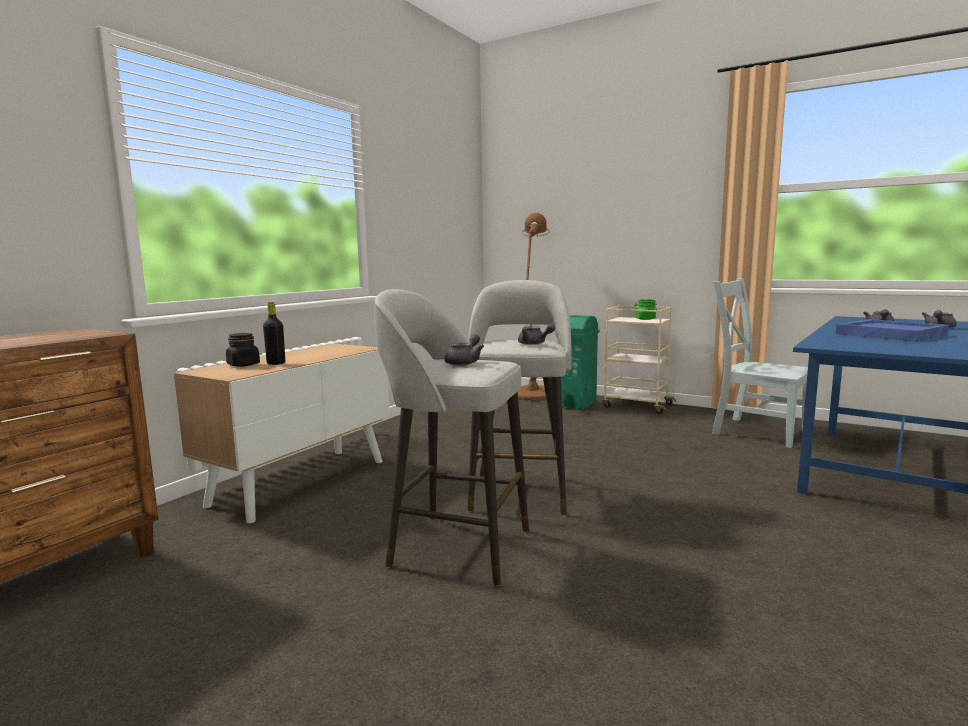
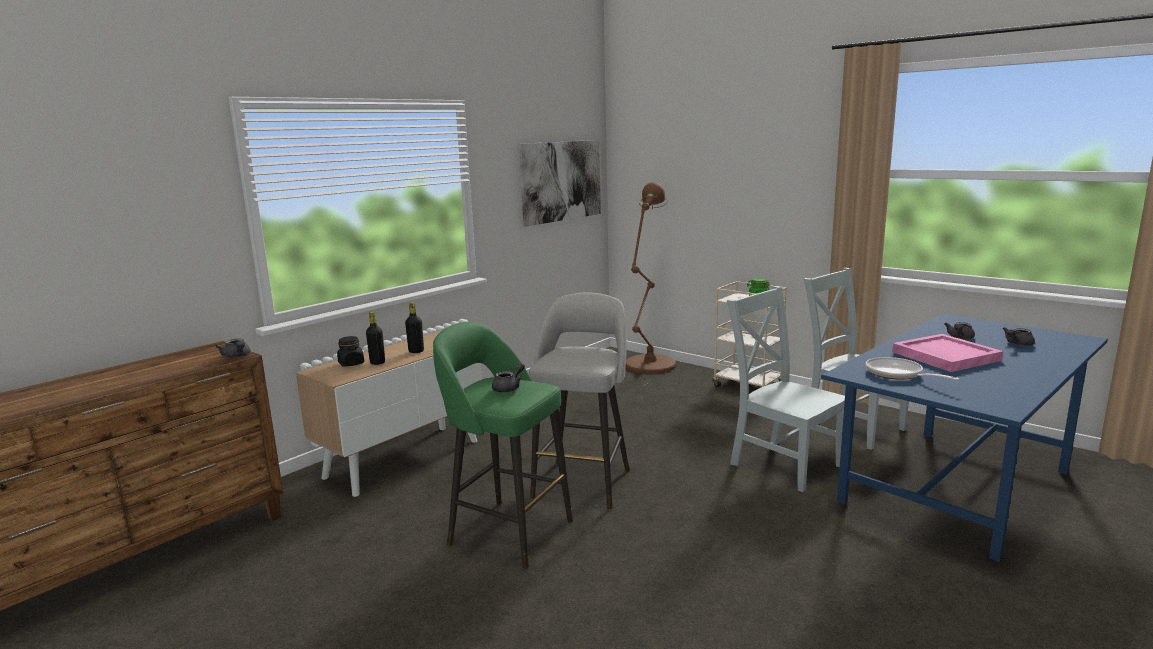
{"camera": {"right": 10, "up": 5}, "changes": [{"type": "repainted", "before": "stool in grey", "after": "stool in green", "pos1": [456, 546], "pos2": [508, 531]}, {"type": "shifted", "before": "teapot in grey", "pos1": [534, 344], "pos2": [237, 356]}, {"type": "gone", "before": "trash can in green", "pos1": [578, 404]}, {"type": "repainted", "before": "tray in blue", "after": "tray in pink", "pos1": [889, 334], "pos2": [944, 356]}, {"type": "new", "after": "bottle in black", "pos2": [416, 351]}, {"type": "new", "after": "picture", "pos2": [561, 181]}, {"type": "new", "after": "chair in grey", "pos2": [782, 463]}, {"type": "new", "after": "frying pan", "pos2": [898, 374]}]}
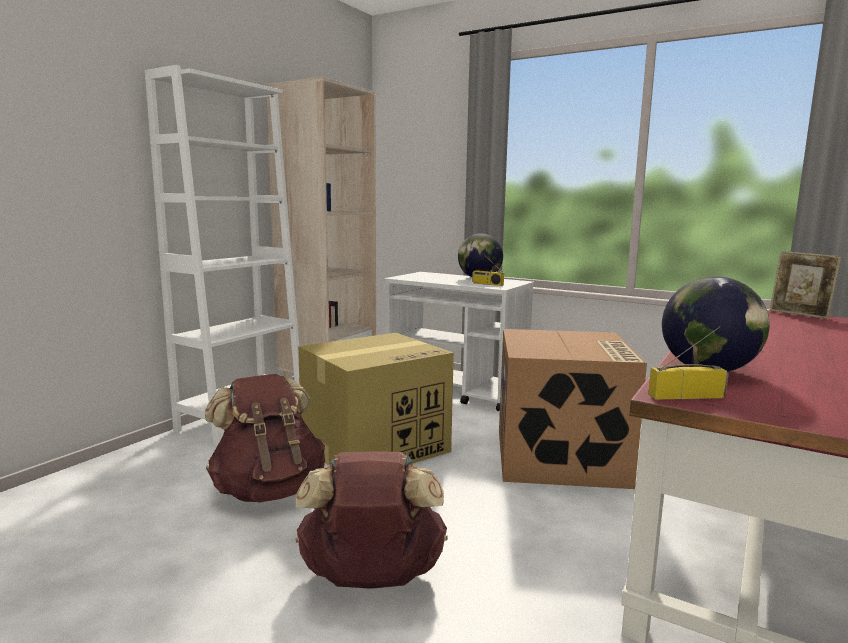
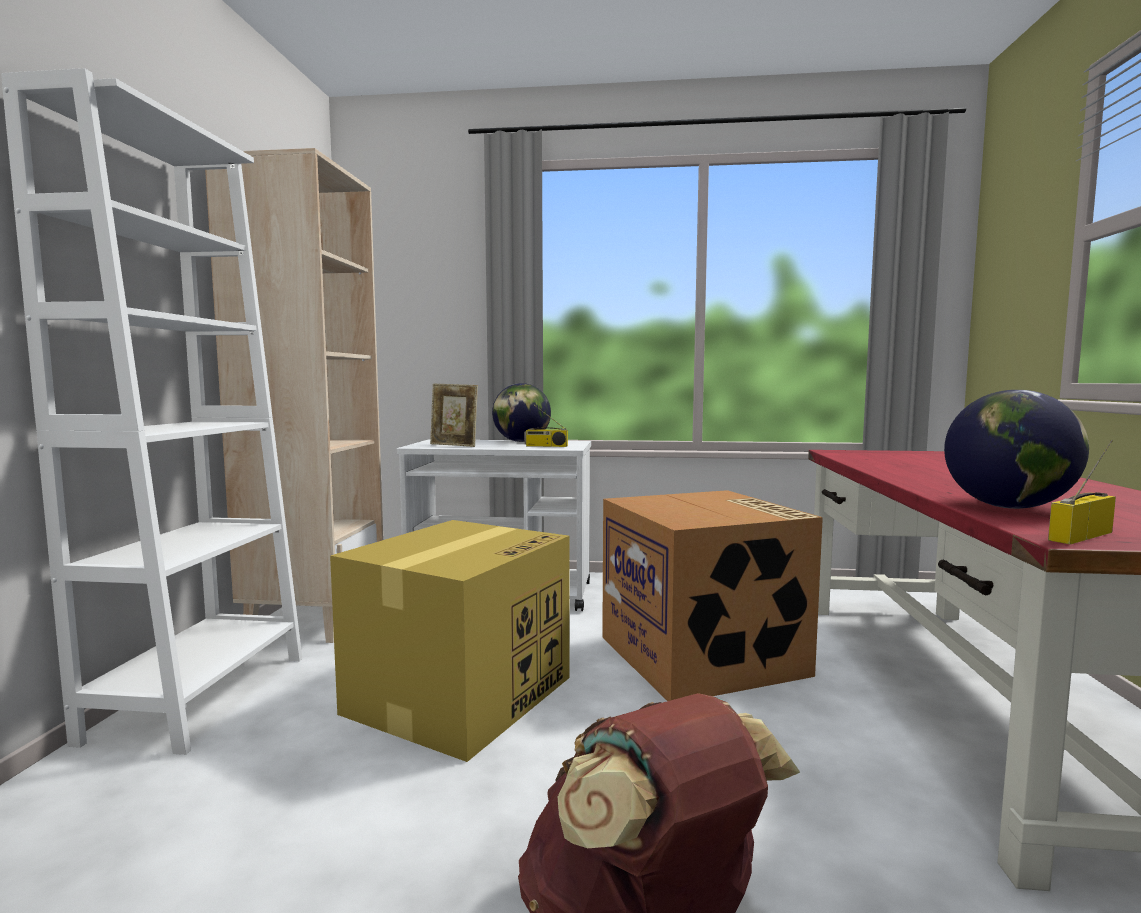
{"camera": {"right": -25, "up": -5}, "changes": [{"type": "gone", "before": "backpack in brown", "pos1": [268, 489]}, {"type": "shifted", "before": "picture frame", "pos1": [799, 314], "pos2": [454, 445]}]}
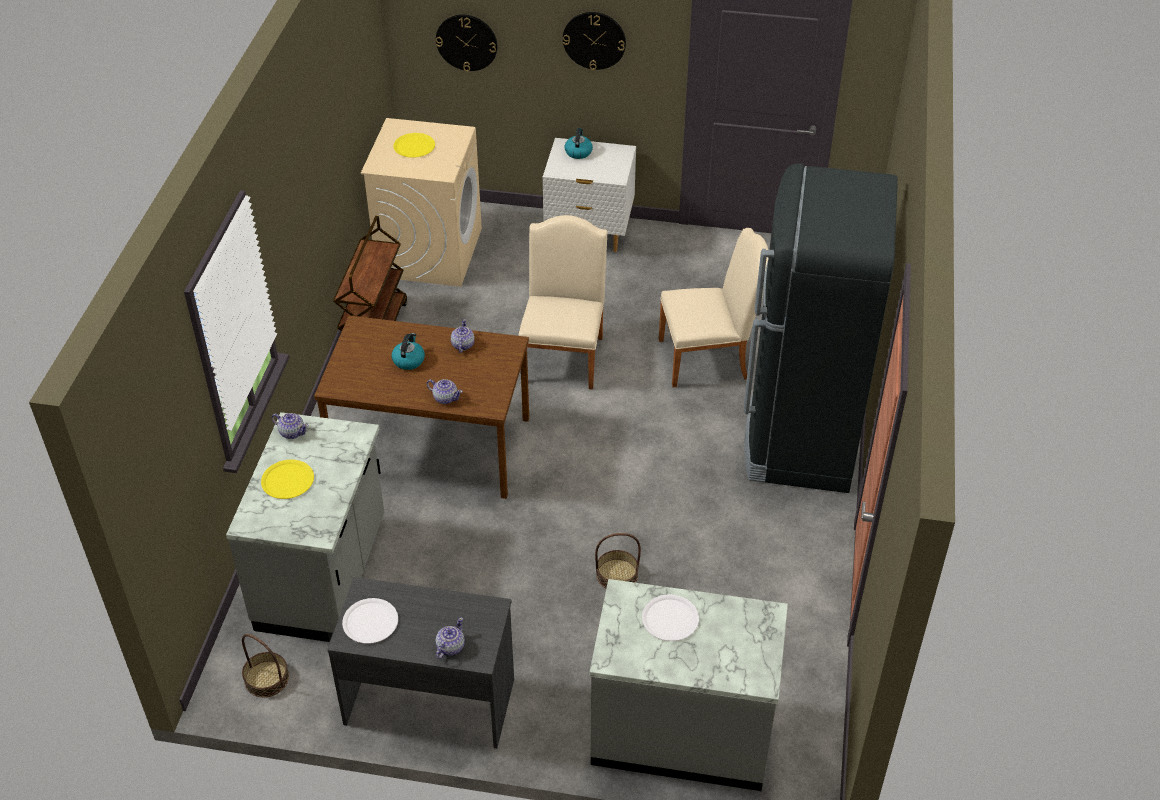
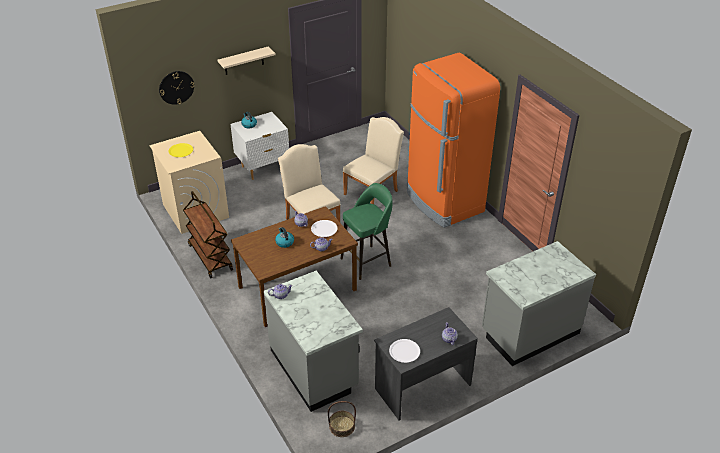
{"camera": {"right": -40, "up": -5}, "changes": [{"type": "gone", "before": "plate in yellow", "pos1": [287, 480]}, {"type": "swapped", "before": "wall clock", "after": "shelf in beige", "pos1": [594, 40], "pos2": [244, 61]}, {"type": "gone", "before": "basket", "pos1": [617, 575]}, {"type": "shifted", "before": "plate in white", "pos1": [670, 618], "pos2": [324, 229]}, {"type": "repainted", "before": "fridge in black", "after": "fridge in orange", "pos1": [800, 439], "pos2": [444, 202]}, {"type": "new", "after": "stool in green", "pos2": [367, 262]}]}
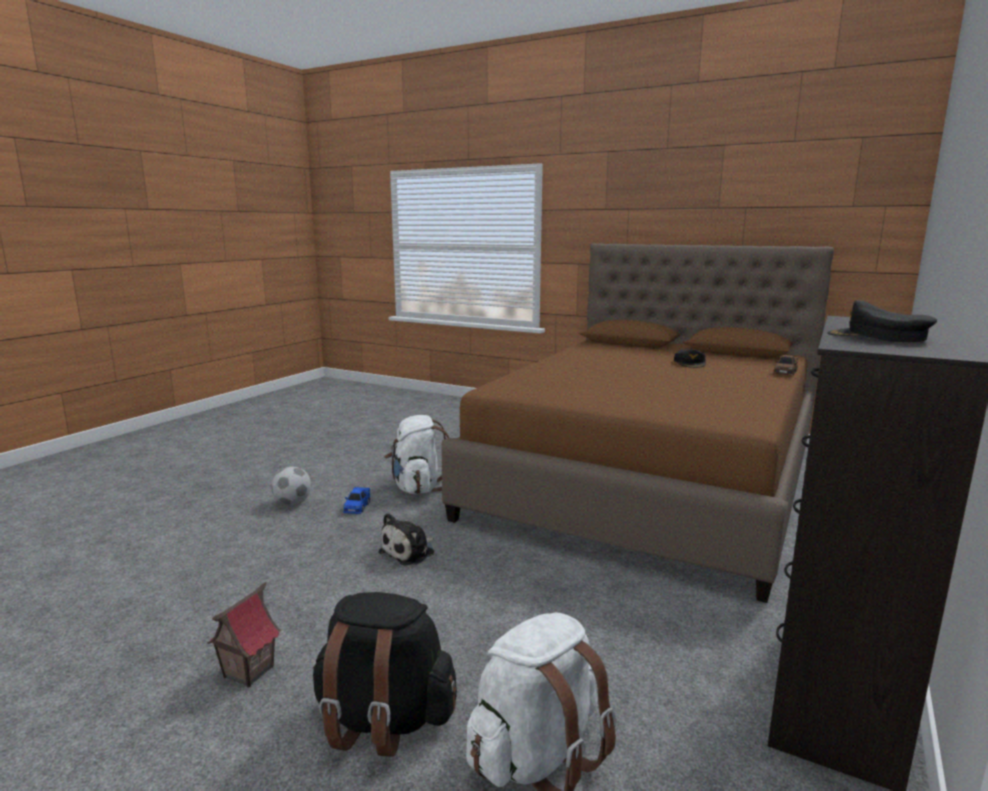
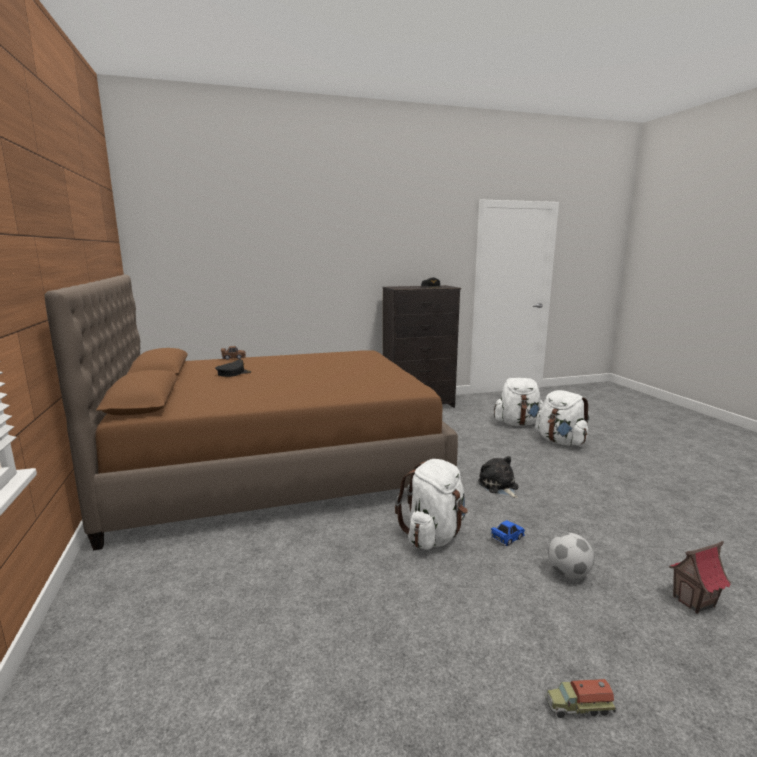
{"camera": {"right": -135, "up": 0}, "changes": [{"type": "shifted", "before": "toy house", "pos1": [248, 671], "pos2": [694, 601]}, {"type": "repainted", "before": "backpack in black", "after": "backpack in white", "pos1": [384, 720], "pos2": [560, 441]}, {"type": "rotated", "before": "plush toy", "pos1": [410, 552], "pos2": [499, 486], "turn": -105}, {"type": "new", "after": "toy truck", "pos2": [578, 706]}]}
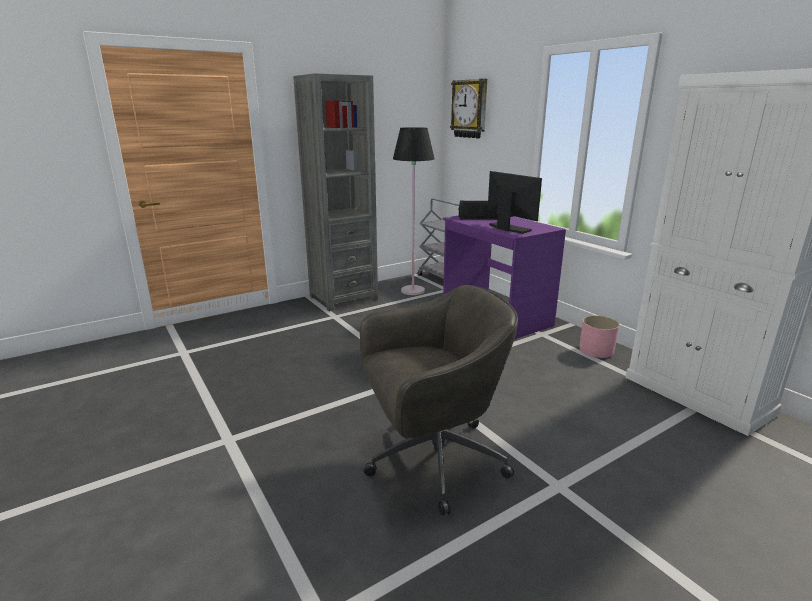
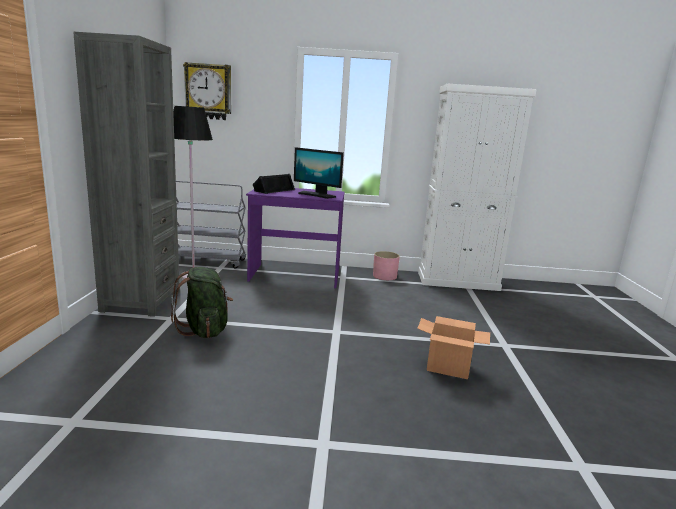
{"camera": {"right": -55, "up": -5}, "changes": [{"type": "swapped", "before": "office chair in grey", "after": "cardboard box", "pos1": [432, 461], "pos2": [448, 368]}, {"type": "rotated", "before": "monitor", "pos1": [509, 228], "pos2": [317, 195], "turn": -150}, {"type": "new", "after": "backpack in green", "pos2": [204, 330]}]}
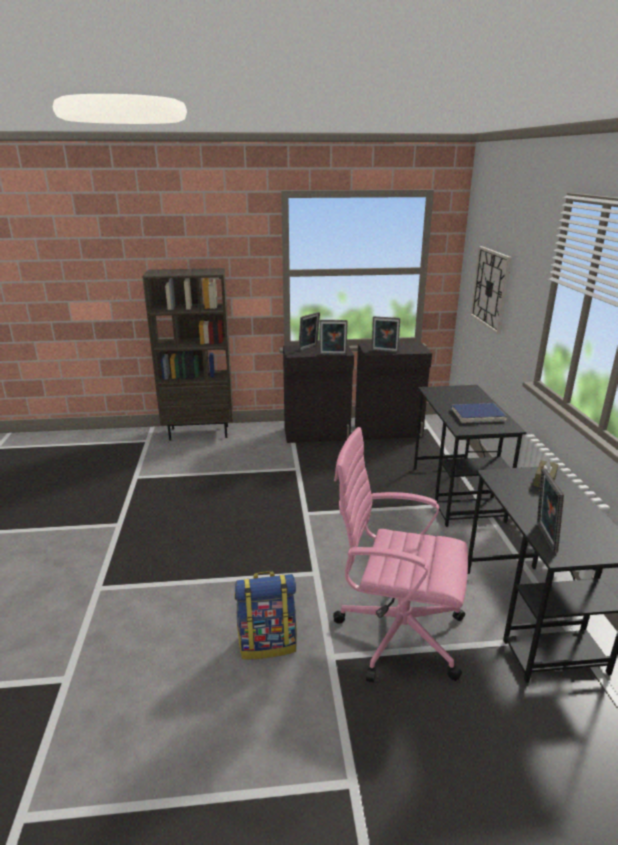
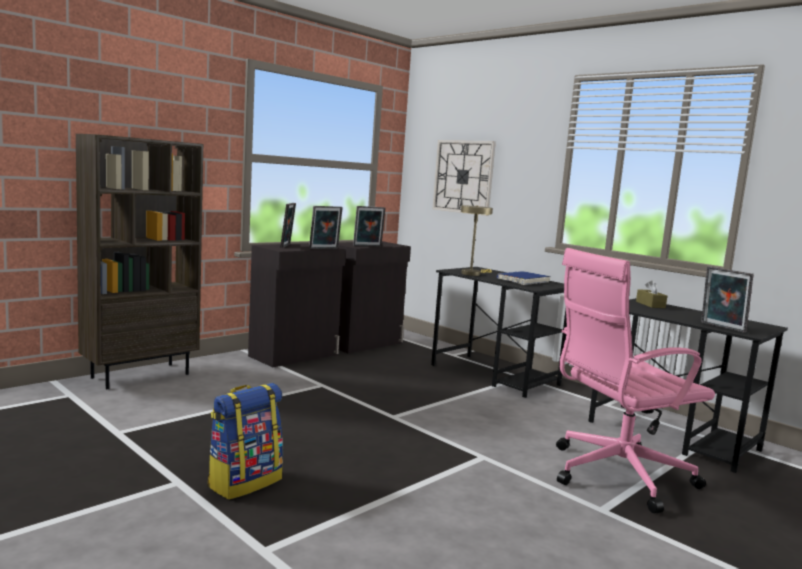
{"camera": {"right": -40, "up": -15}, "changes": [{"type": "shifted", "before": "backpack", "pos1": [268, 643], "pos2": [244, 482]}, {"type": "new", "after": "table lamp in beige", "pos2": [472, 274]}]}
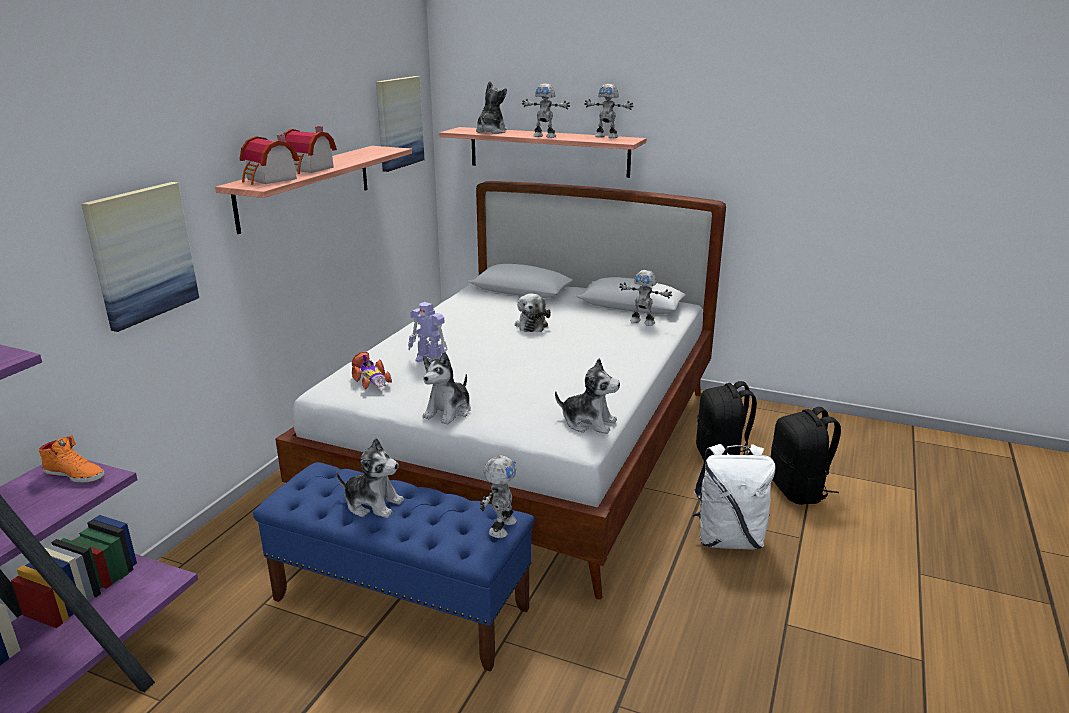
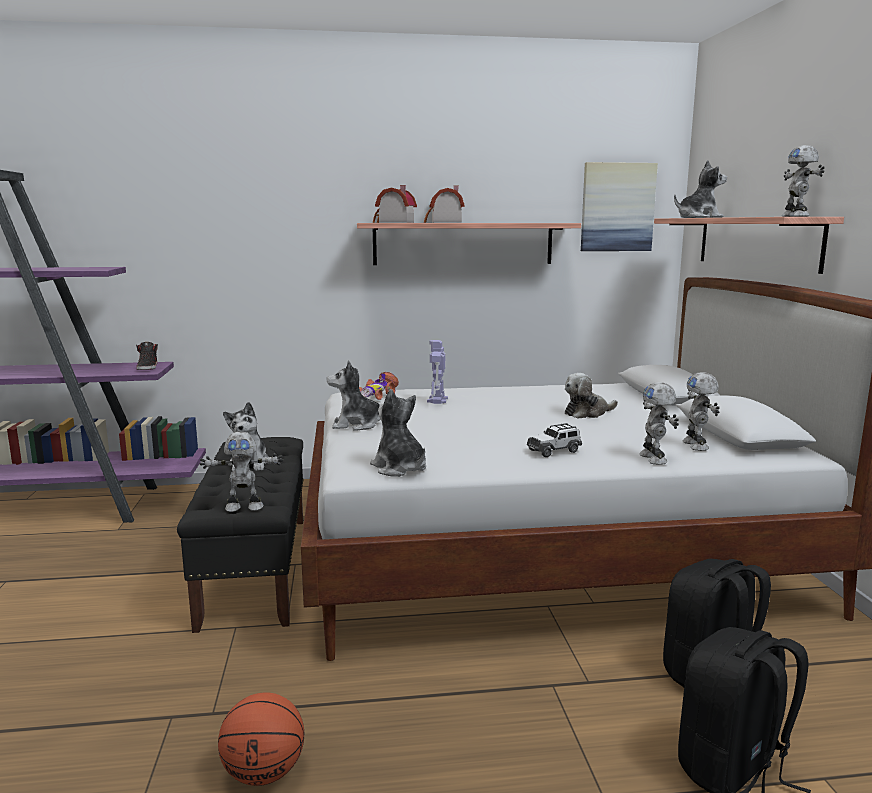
{"camera": {"right": 60, "up": -10}, "changes": [{"type": "repainted", "before": "shoe in orange", "after": "shoe in black", "pos1": [75, 474], "pos2": [148, 367]}, {"type": "gone", "before": "picture", "pos1": [142, 254]}, {"type": "repainted", "before": "bench in blue", "after": "bench in black", "pos1": [401, 604], "pos2": [256, 569]}, {"type": "shifted", "before": "toy robot", "pos1": [545, 136], "pos2": [654, 459]}, {"type": "rotated", "before": "plush toy", "pos1": [588, 422], "pos2": [399, 468], "turn": 150}, {"type": "gone", "before": "backpack in white", "pos1": [728, 539]}, {"type": "new", "after": "basketball", "pos2": [264, 772]}, {"type": "new", "after": "toy car", "pos2": [554, 451]}]}
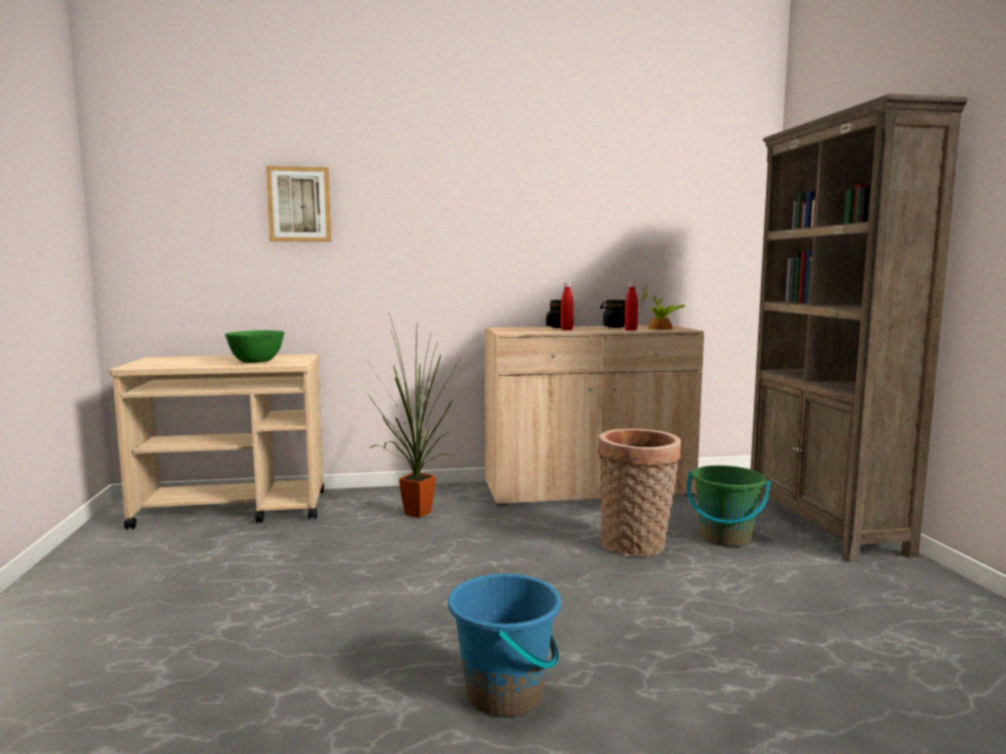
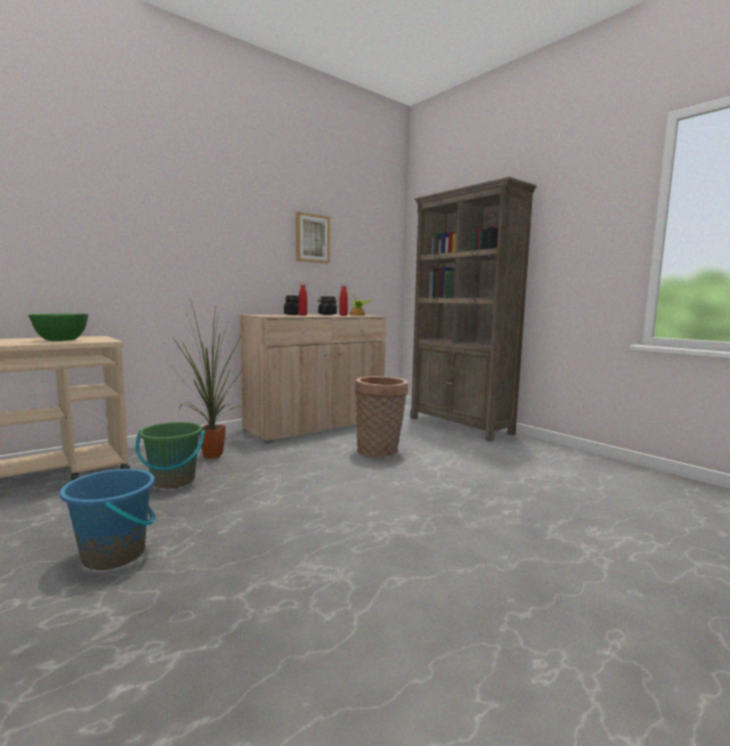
{"camera": {"right": -30, "up": 0}, "changes": [{"type": "shifted", "before": "picture", "pos1": [299, 204], "pos2": [312, 238]}, {"type": "shifted", "before": "bucket in blue", "pos1": [505, 694], "pos2": [114, 554]}, {"type": "shifted", "before": "bucket in green", "pos1": [725, 538], "pos2": [173, 481]}]}
